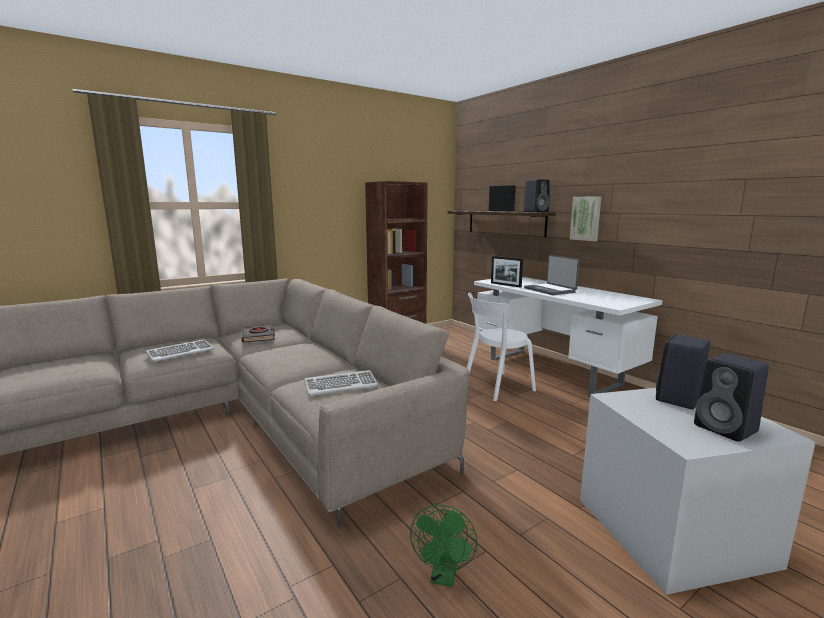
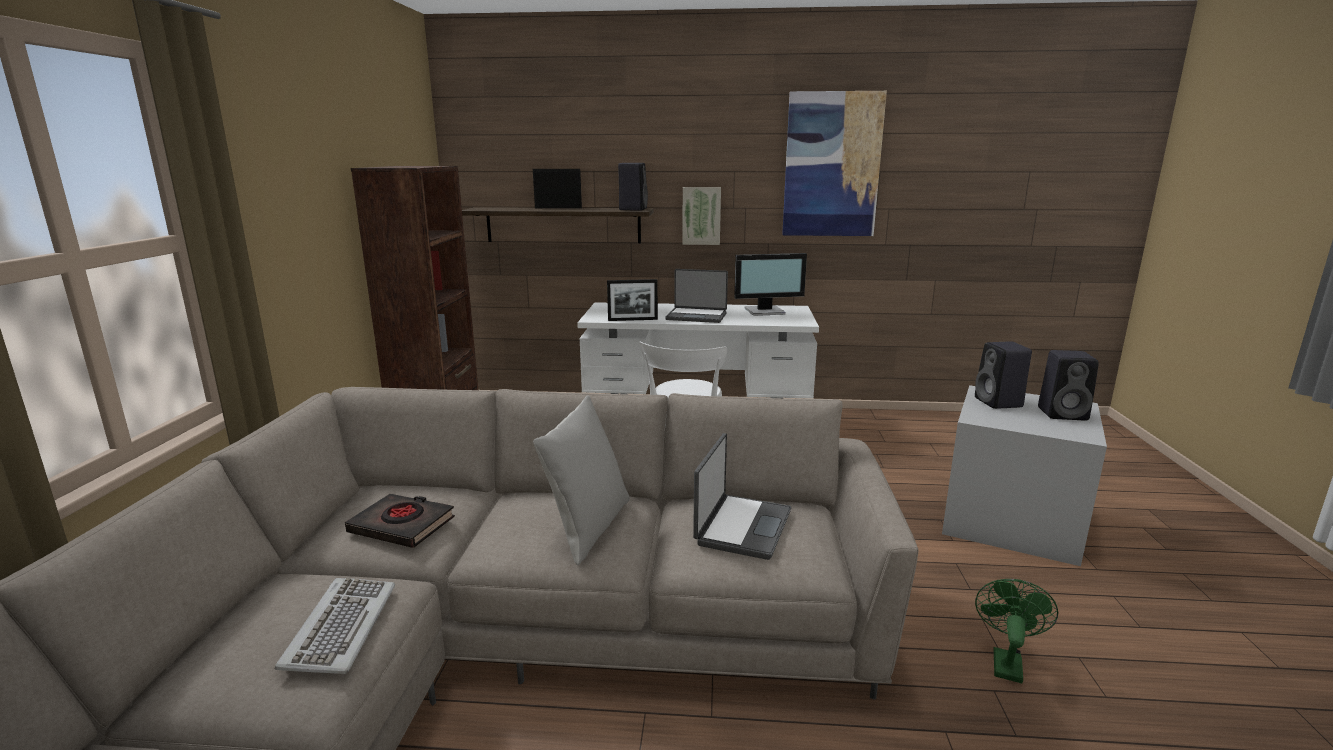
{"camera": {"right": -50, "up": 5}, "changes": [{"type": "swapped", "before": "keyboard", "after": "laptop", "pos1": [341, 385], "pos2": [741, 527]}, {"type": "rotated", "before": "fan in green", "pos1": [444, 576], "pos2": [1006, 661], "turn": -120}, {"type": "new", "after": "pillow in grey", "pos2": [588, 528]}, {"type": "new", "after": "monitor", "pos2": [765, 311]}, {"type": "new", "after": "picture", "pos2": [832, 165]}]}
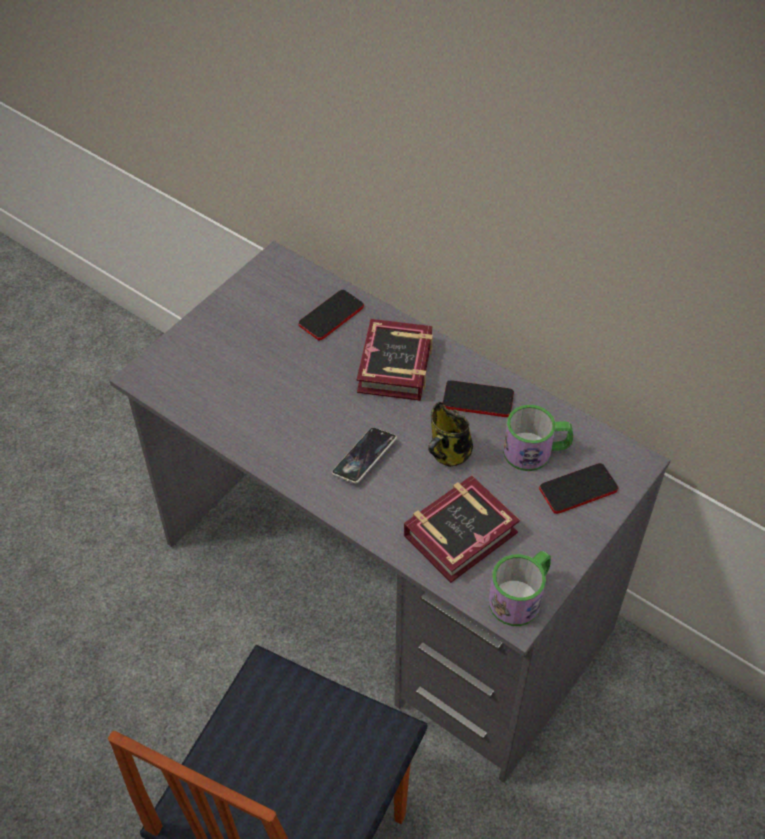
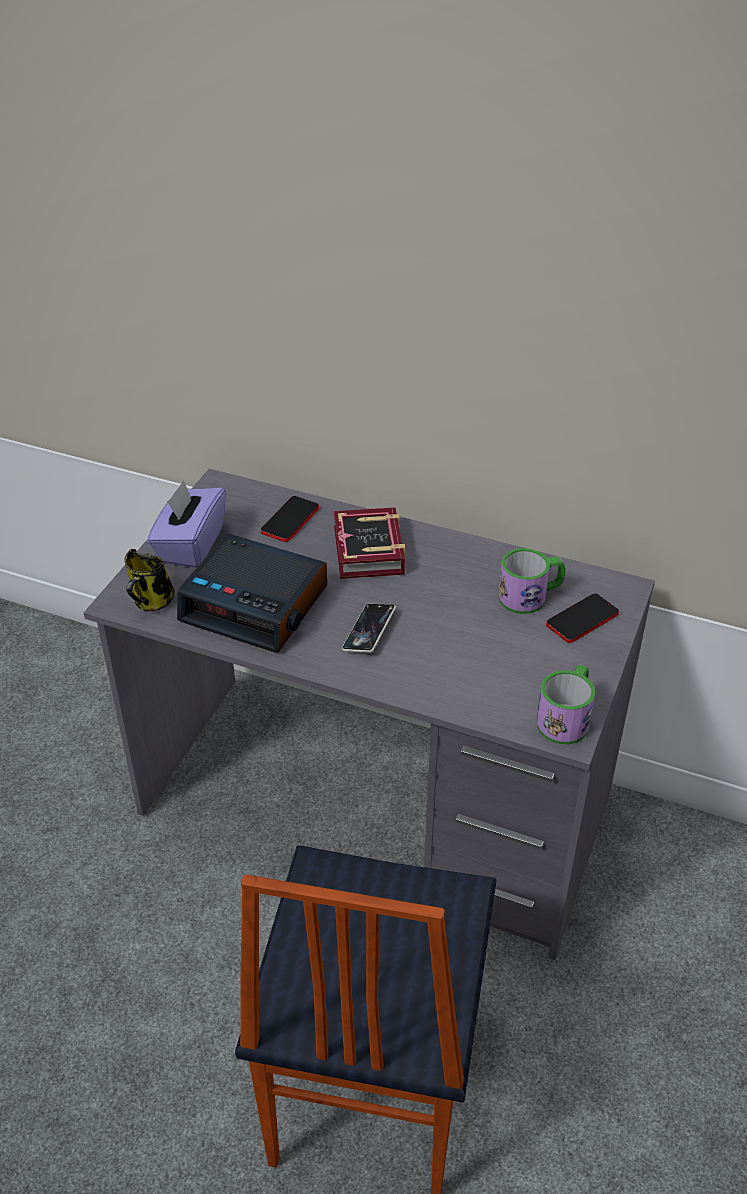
{"camera": {"right": -15, "up": -10}, "changes": [{"type": "gone", "before": "book", "pos1": [465, 534]}, {"type": "shifted", "before": "mug", "pos1": [448, 454], "pos2": [152, 602]}, {"type": "gone", "before": "phone", "pos1": [478, 400]}, {"type": "new", "after": "tissue box in purple", "pos2": [190, 545]}, {"type": "new", "after": "alarm clock", "pos2": [256, 604]}]}
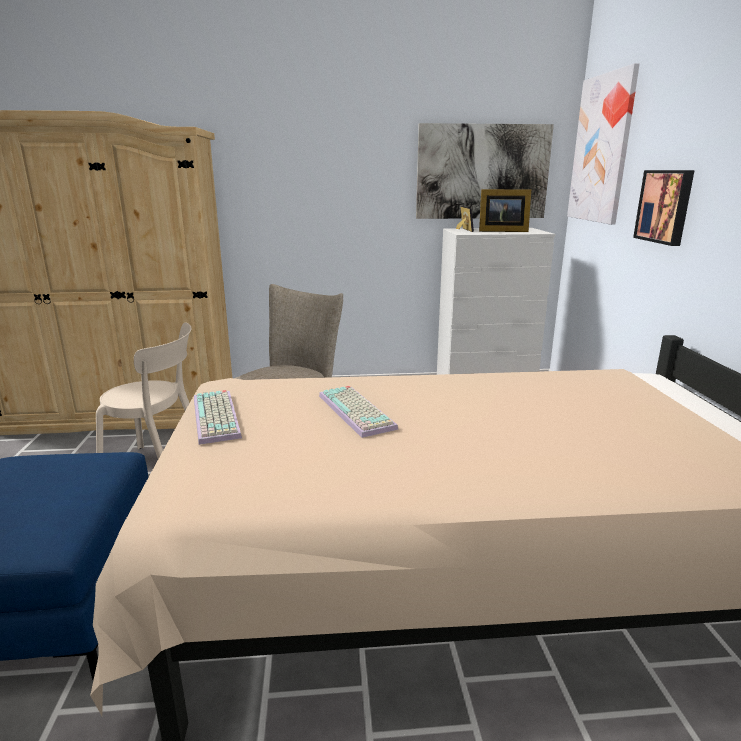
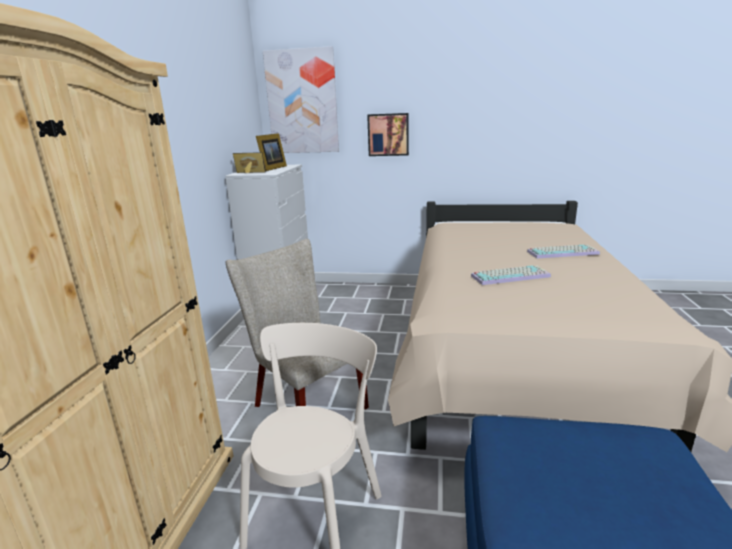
{"camera": {"right": -75, "up": 0}, "changes": [{"type": "shifted", "before": "keyboard", "pos1": [218, 417], "pos2": [562, 252]}, {"type": "gone", "before": "picture", "pos1": [483, 172]}]}
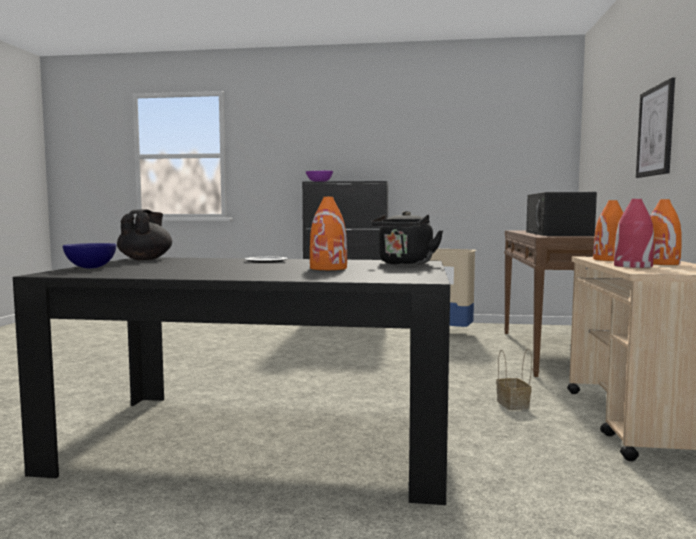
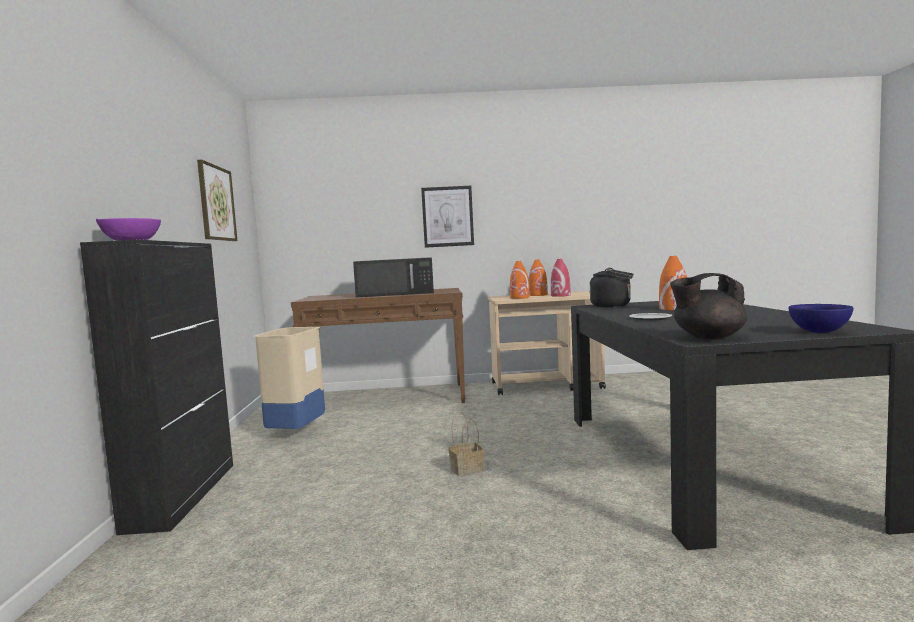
{"camera": {"right": -100, "up": 0}, "changes": [{"type": "shifted", "before": "basket", "pos1": [514, 405], "pos2": [467, 469]}, {"type": "new", "after": "picture", "pos2": [216, 203]}]}
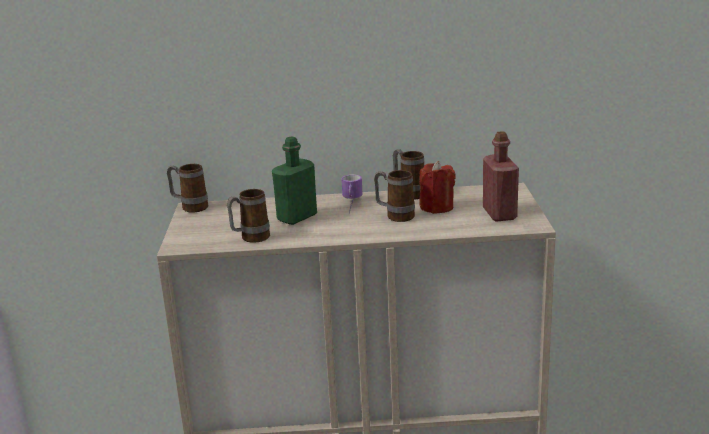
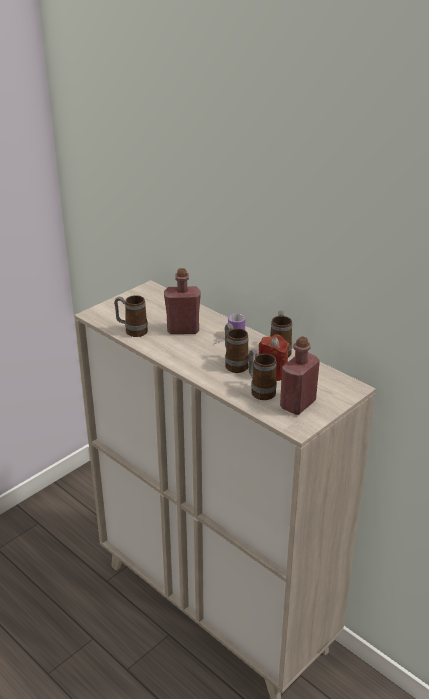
{"camera": {"right": 45, "up": 10}, "changes": [{"type": "shifted", "before": "mug", "pos1": [190, 207], "pos2": [260, 390]}, {"type": "repainted", "before": "bottle in green", "after": "bottle in red", "pos1": [297, 217], "pos2": [183, 330]}]}
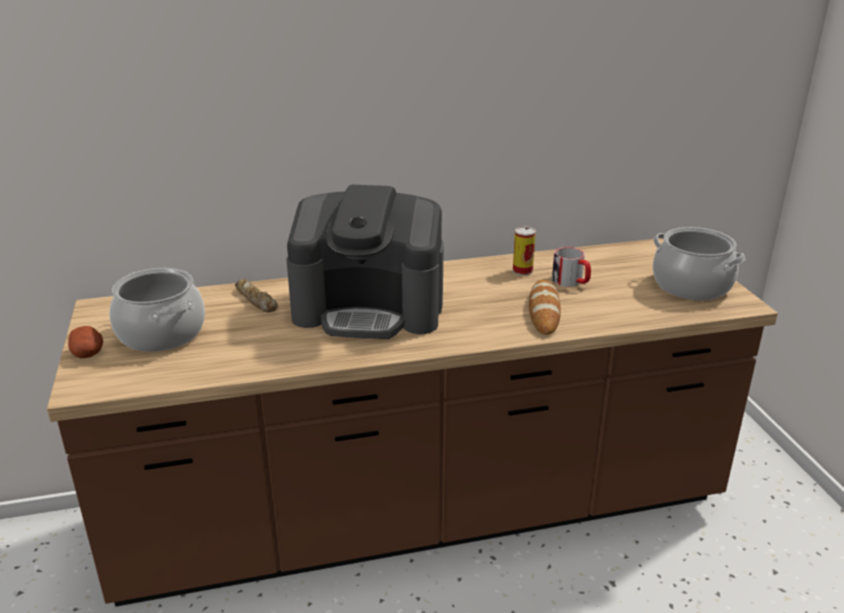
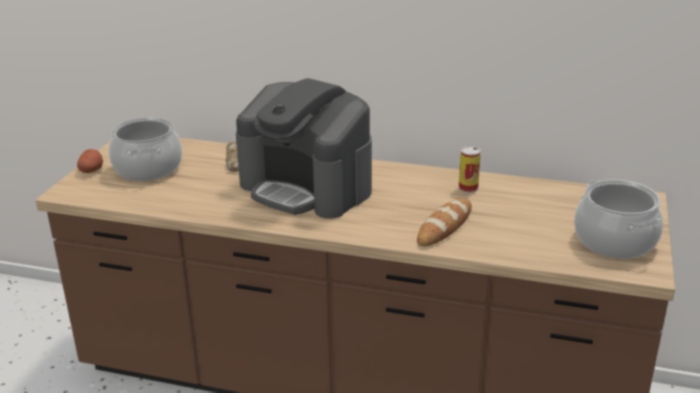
{"camera": {"right": 30, "up": 0}, "changes": [{"type": "gone", "before": "mug", "pos1": [571, 281]}]}
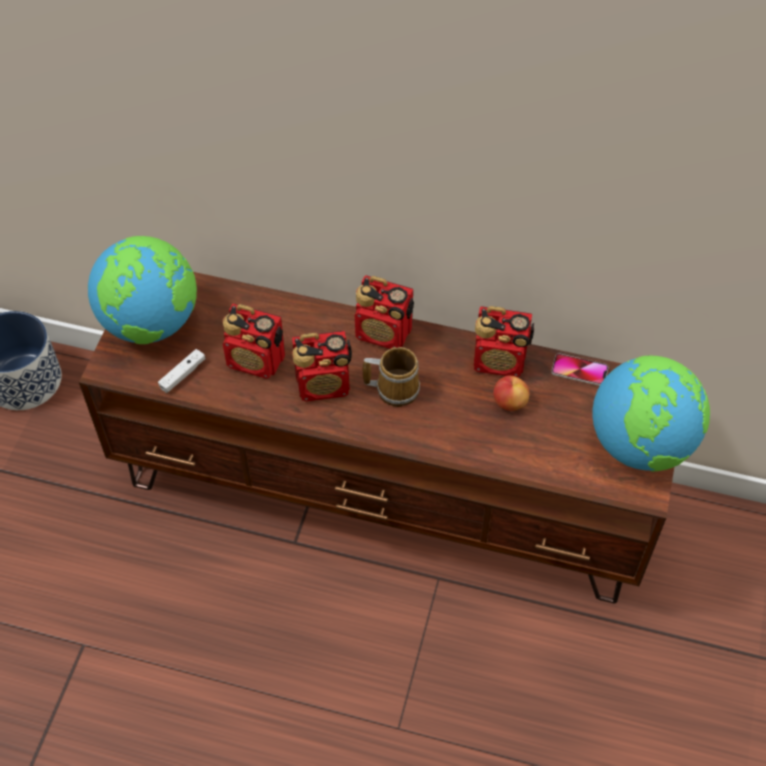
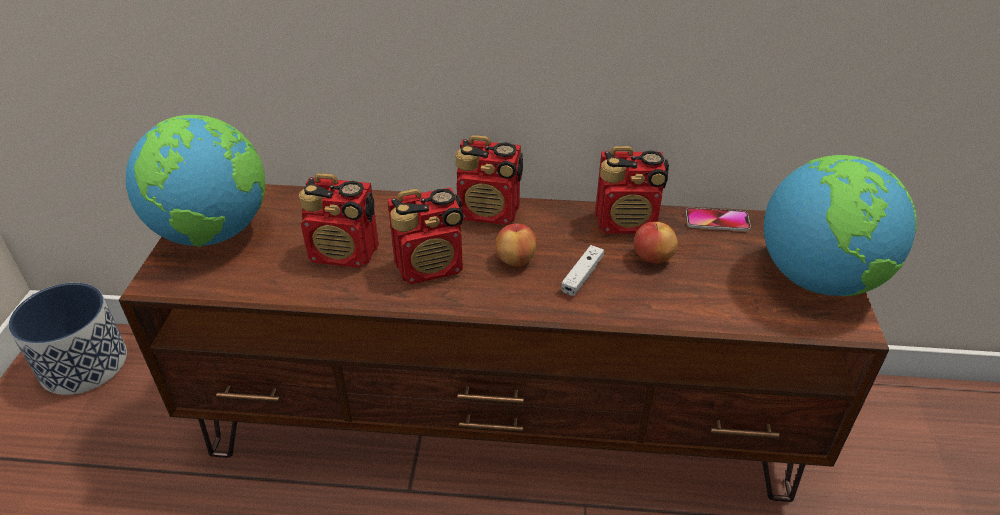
{"camera": {"right": -10, "up": -15}, "changes": [{"type": "shifted", "before": "game controller in white", "pos1": [182, 374], "pos2": [582, 276]}, {"type": "swapped", "before": "mug", "after": "apple", "pos1": [395, 388], "pos2": [515, 260]}]}
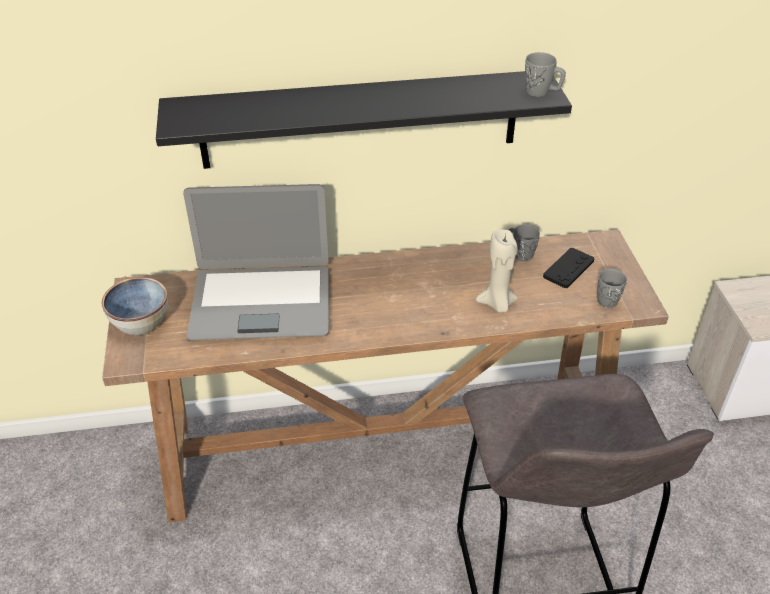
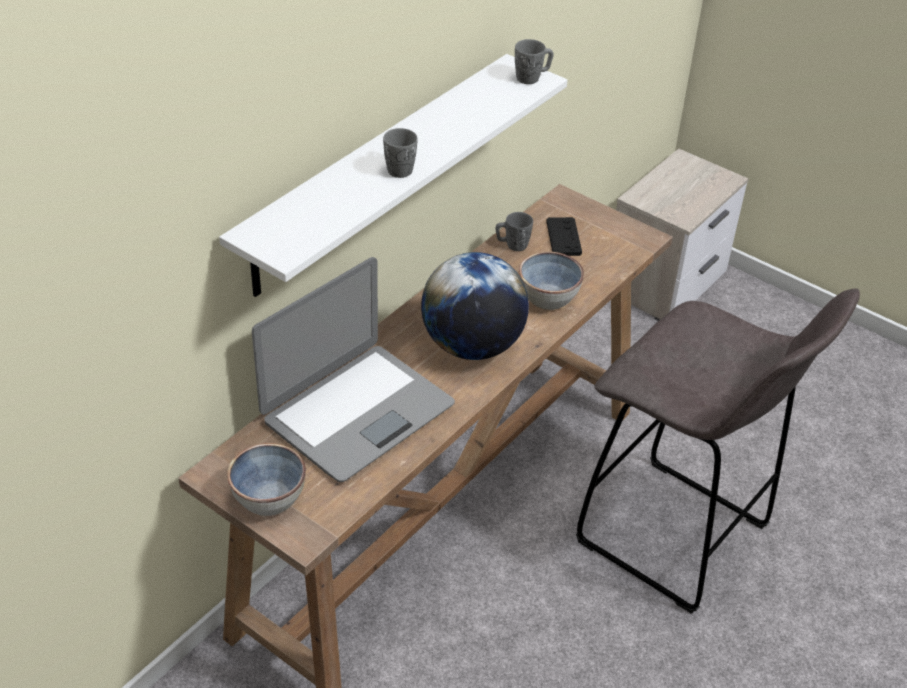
{"camera": {"right": -45, "up": 0}, "changes": [{"type": "repainted", "before": "shelf in black", "after": "shelf in white", "pos1": [360, 119], "pos2": [377, 173]}, {"type": "swapped", "before": "candle in beige", "after": "bowl", "pos1": [497, 304], "pos2": [547, 297]}, {"type": "shifted", "before": "mug in grey", "pos1": [608, 298], "pos2": [398, 167]}, {"type": "new", "after": "globe", "pos2": [472, 346]}]}
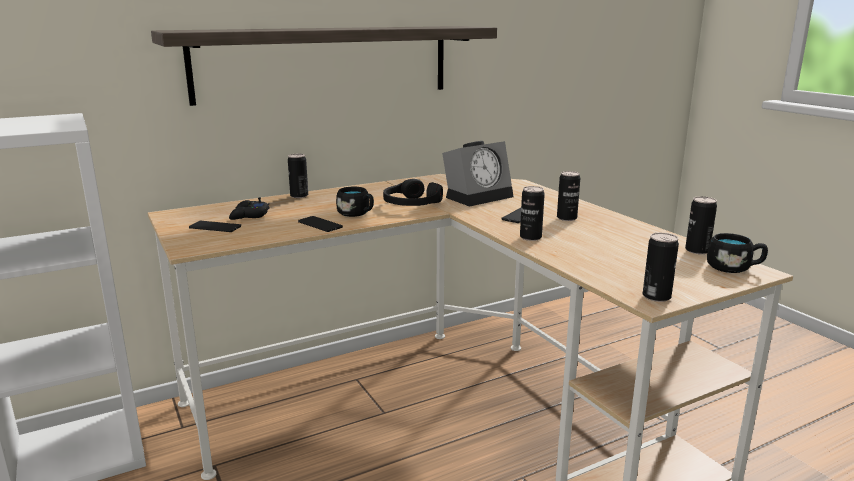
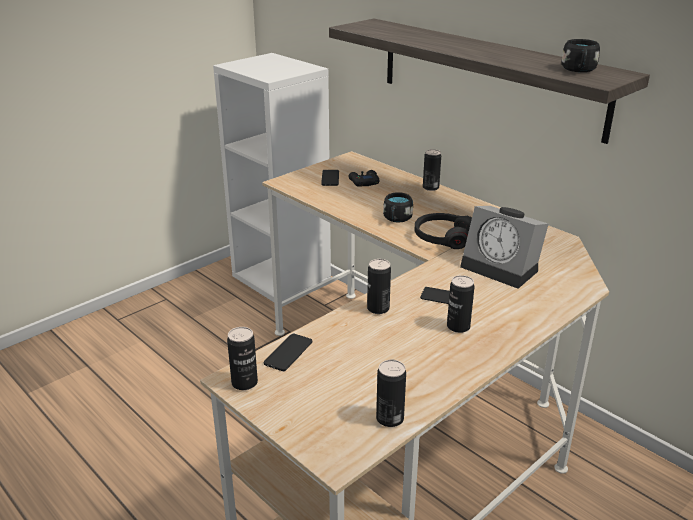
{"camera": {"right": 75, "up": 10}, "changes": [{"type": "shifted", "before": "phone", "pos1": [320, 224], "pos2": [288, 353]}, {"type": "shifted", "before": "mug in black", "pos1": [734, 268], "pos2": [579, 70]}]}
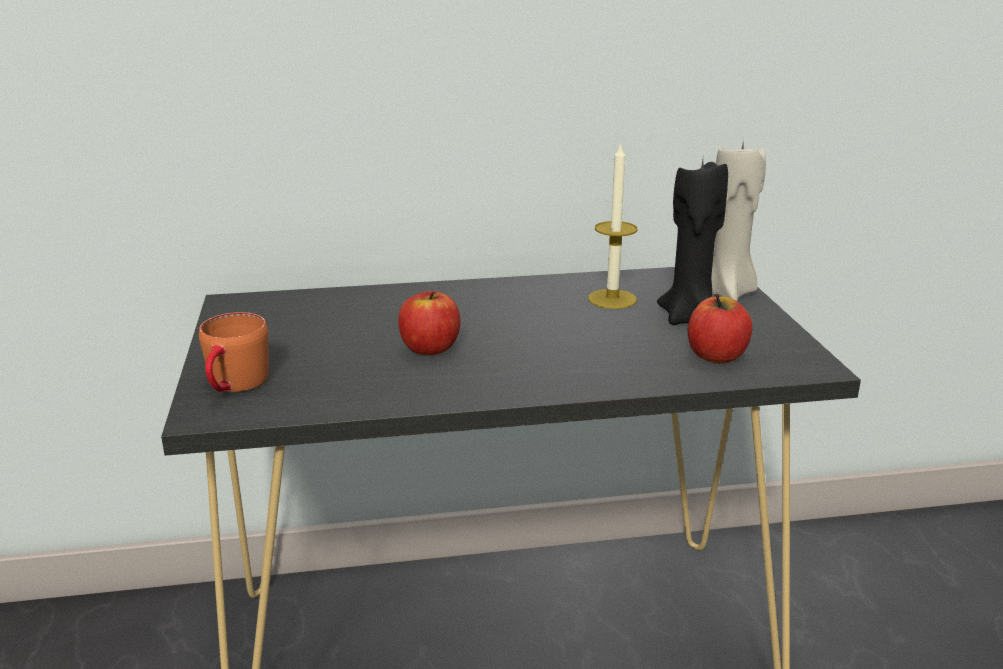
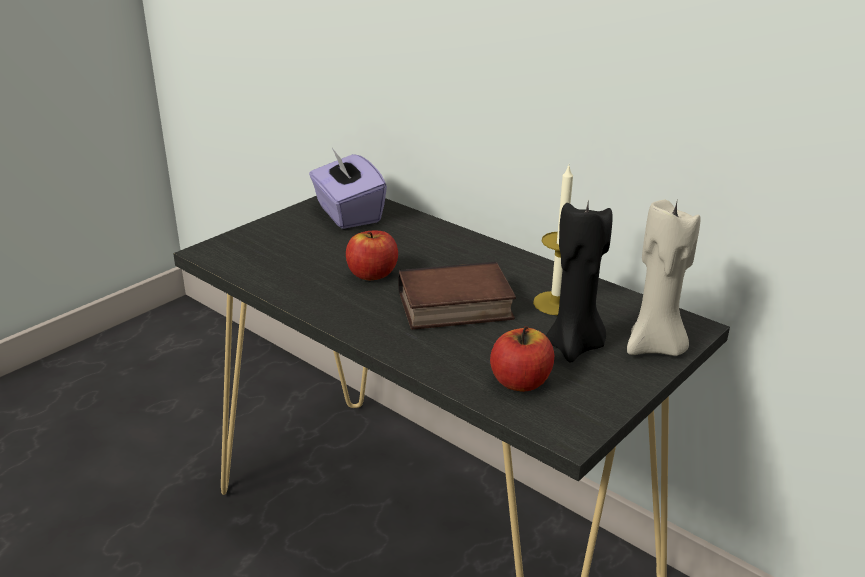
{"camera": {"right": 50, "up": 5}, "changes": [{"type": "gone", "before": "mug in orange", "pos1": [234, 386]}, {"type": "new", "after": "tissue box in purple", "pos2": [347, 213]}, {"type": "new", "after": "book", "pos2": [454, 307]}]}
